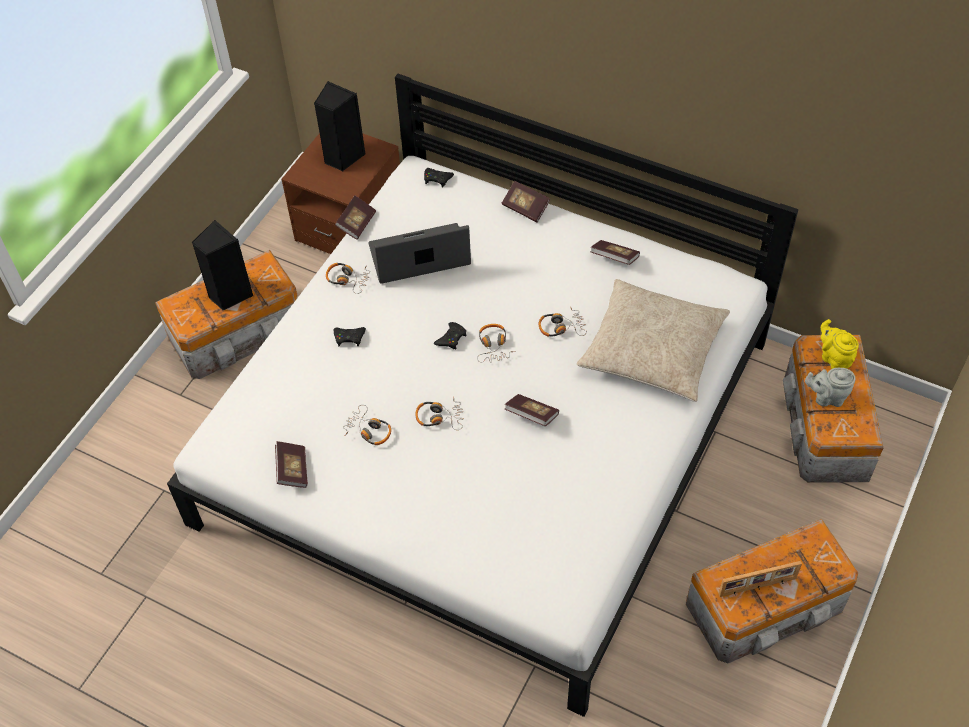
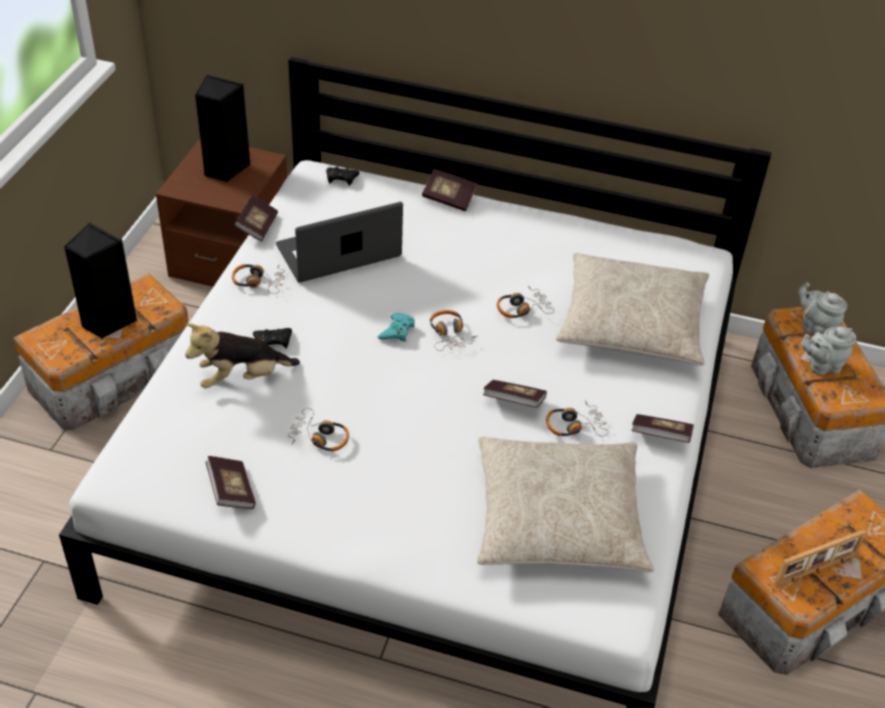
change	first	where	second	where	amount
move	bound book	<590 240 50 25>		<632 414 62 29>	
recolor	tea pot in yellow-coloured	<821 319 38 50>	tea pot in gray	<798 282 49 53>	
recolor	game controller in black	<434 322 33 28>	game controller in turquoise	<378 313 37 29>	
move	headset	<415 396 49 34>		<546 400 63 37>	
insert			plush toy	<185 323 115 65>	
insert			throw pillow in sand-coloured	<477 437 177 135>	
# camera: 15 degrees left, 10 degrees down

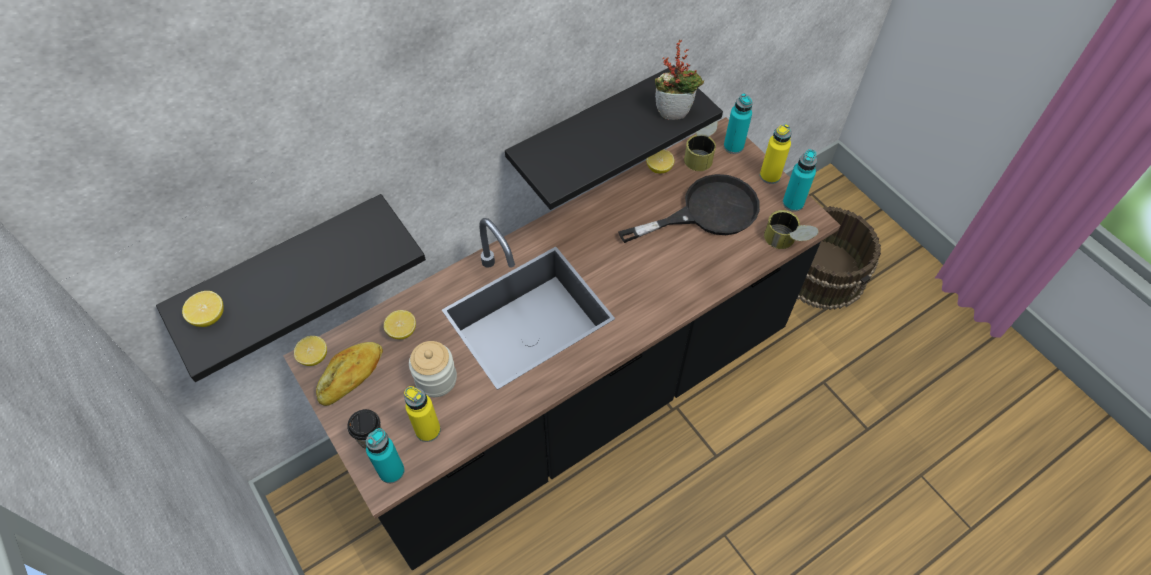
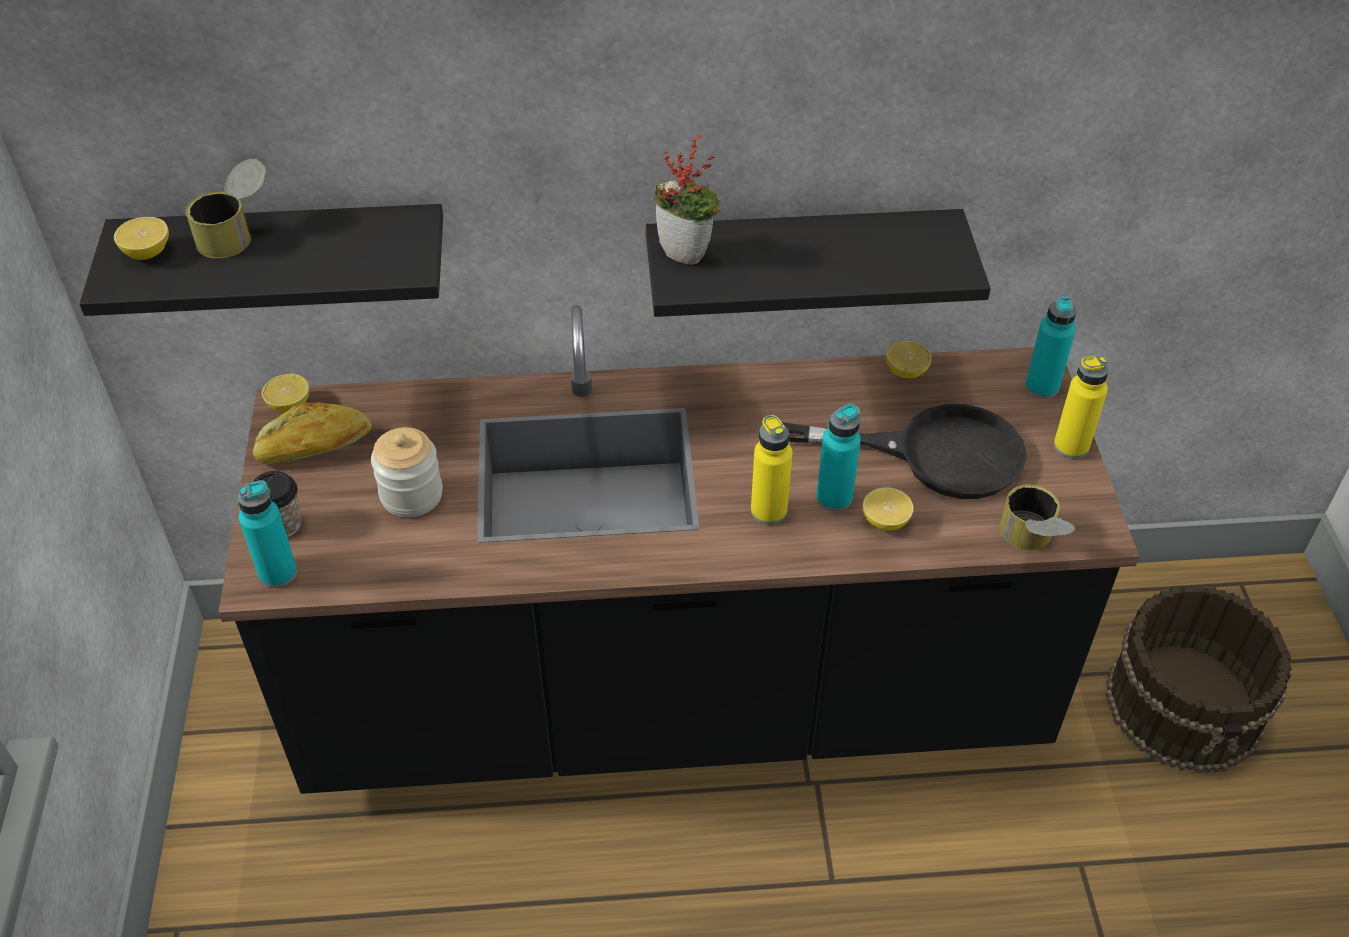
change	first	where	second	where	amount
move	houseplant	<655 40 49 80>		<653 134 68 130>	
move	metal can	<684 121 34 50>		<185 159 81 100>	
move	beverage bottle in turquoise	<783 149 34 63>		<816 404 45 107>	
move	lemon	<384 310 32 29>		<863 487 50 44>	
move	beverage bottle in yellow-coloured	<404 386 37 56>		<751 415 41 110>	
# camera: 30 degrees right, 10 degrees down

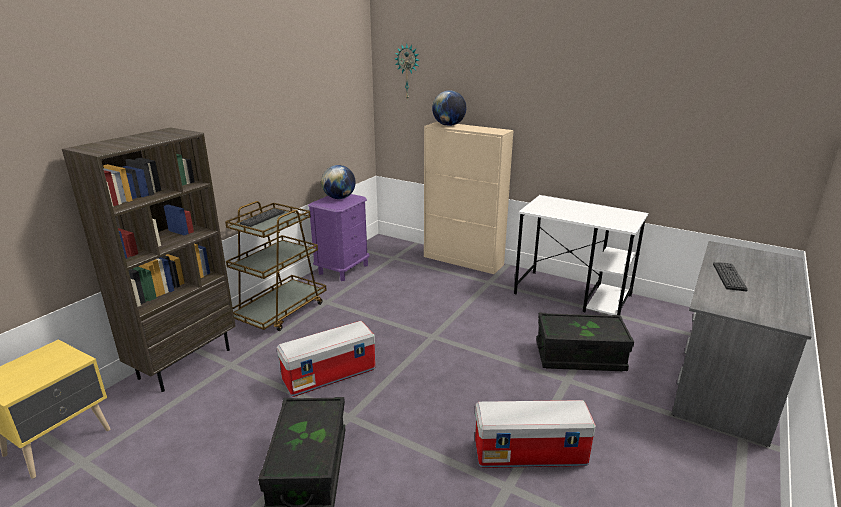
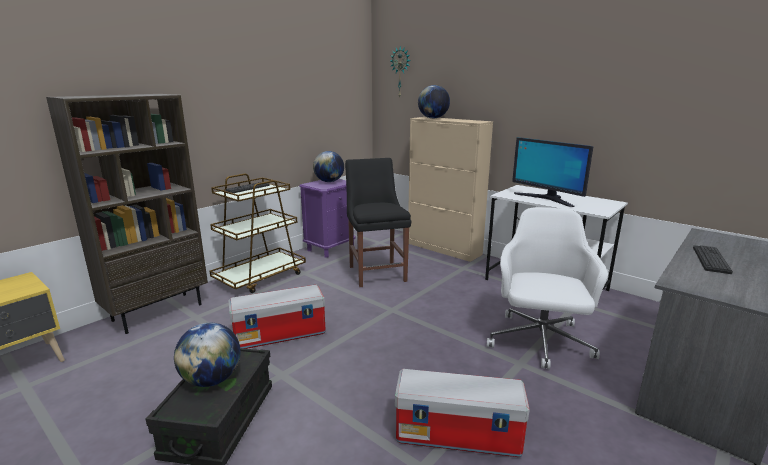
change	first	where	second	where	amount
replace	storage box in black	<536 313 98 58>	computer chair in white	<487 207 121 162>	
insert			computer screen	<512 137 81 70>	
insert			upright chair in black	<345 158 66 129>	
insert			desk globe	<174 323 67 64>	
# camera: 10 degrees right, 5 degrees down

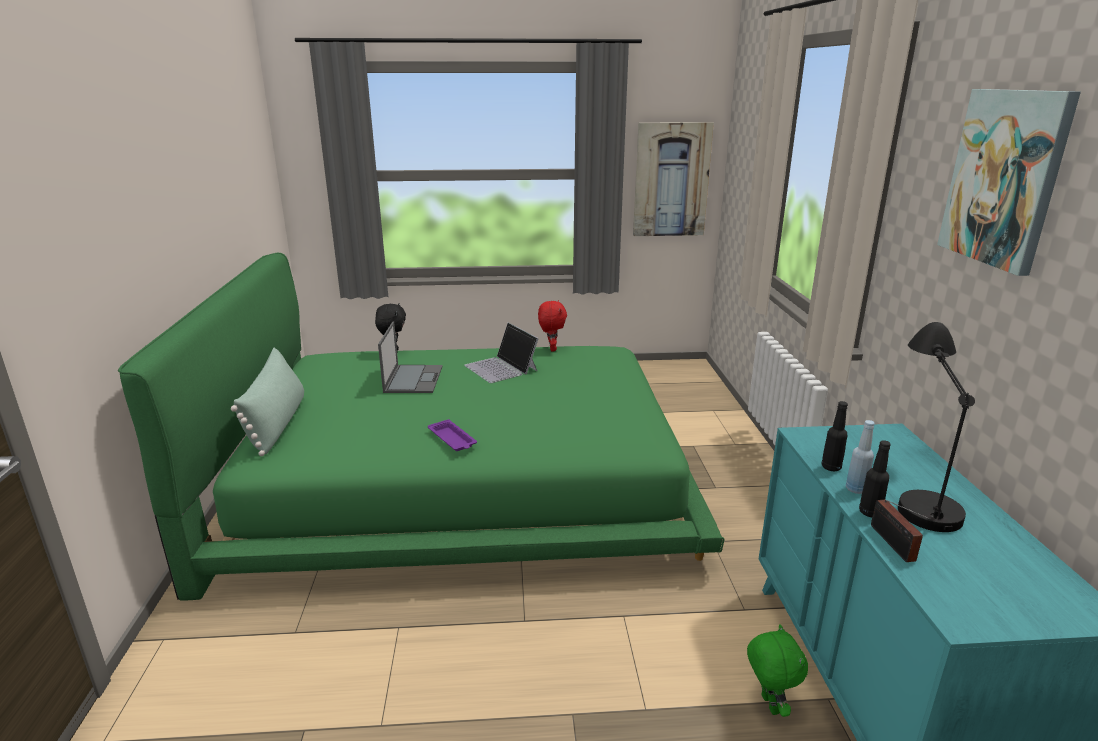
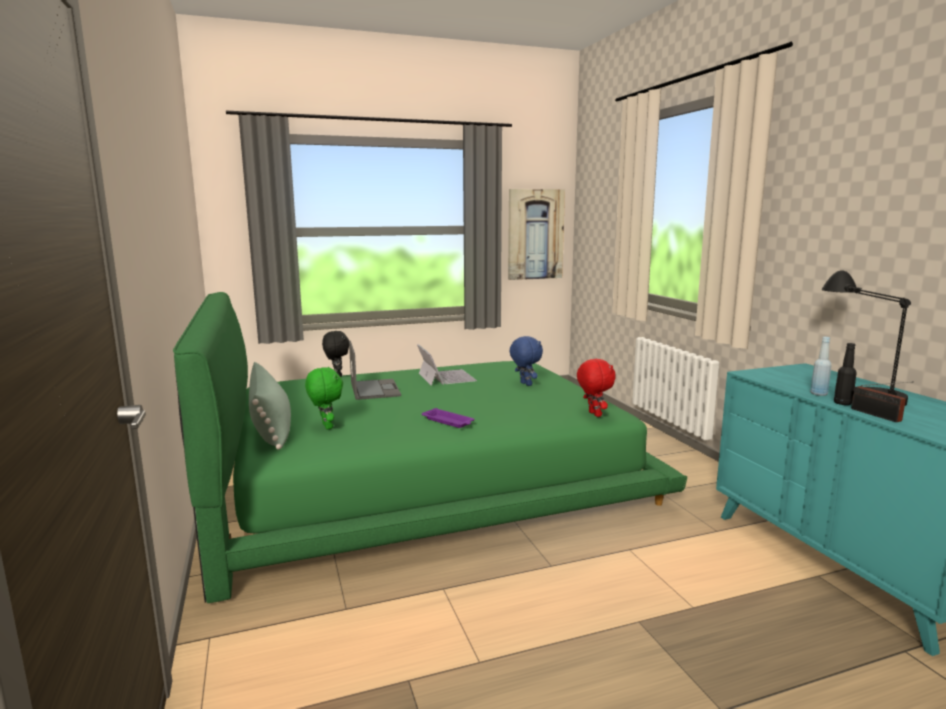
change	first	where	second	where	amount
delete	wall picture	<937 89 144 187>			
move	plush toy in reddish	<538 300 29 52>		<577 358 39 59>	
rotate	laptop	<464 323 75 60>		<417 344 60 42>	150 degrees counterclockwise
delete	beverage bottle in black	<821 401 27 71>			
move	plush toy in green-coloured	<747 624 61 93>		<305 367 38 63>	
insert			plush toy in blue	<510 336 33 50>	
# camera: 15 degrees left, 10 degrees down

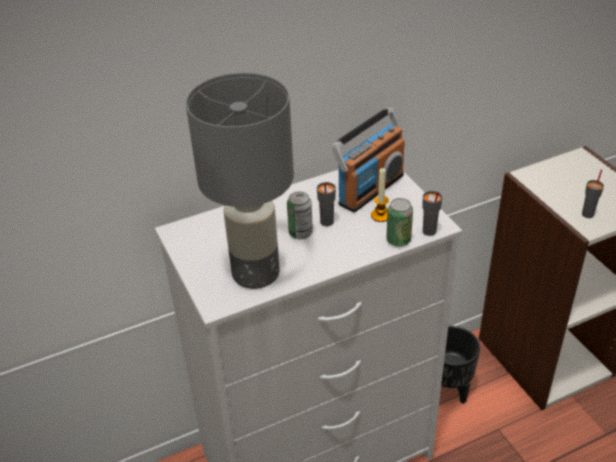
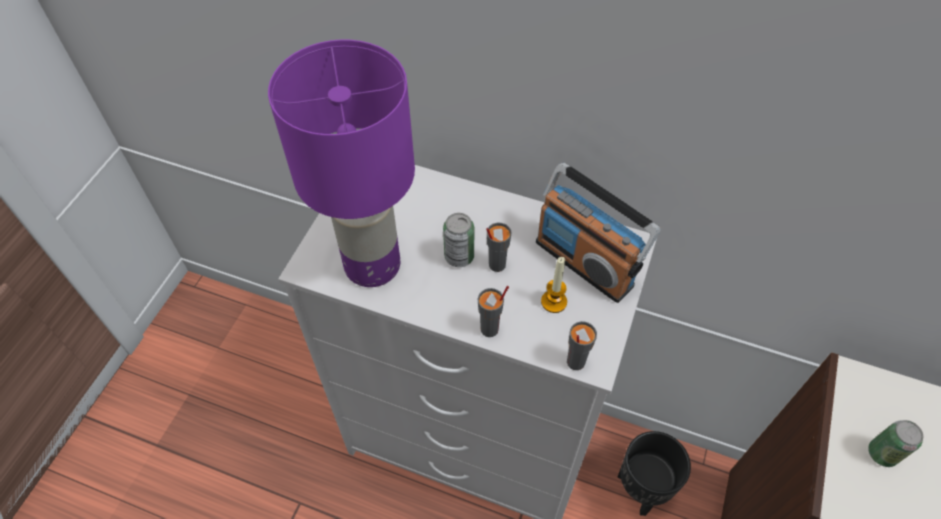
change	first	where	second	where	amount
recolor	tabletop lamp in gray	<186 73 108 216>	tabletop lamp in purple-coloured	<268 40 147 247>	
rotate	radio receiver	<331 107 74 106>		<536 163 125 140>	45 degrees clockwise
move	small cup in gray	<582 170 22 48>		<478 286 31 51>	
move	metal can	<386 198 27 49>		<868 420 55 47>	
# camera: 45 degrees right, 15 degrees up

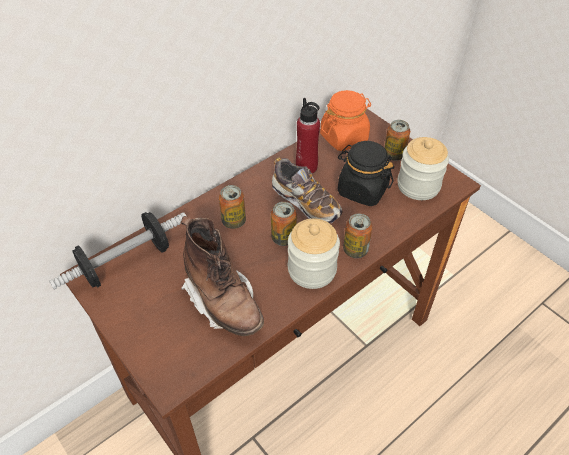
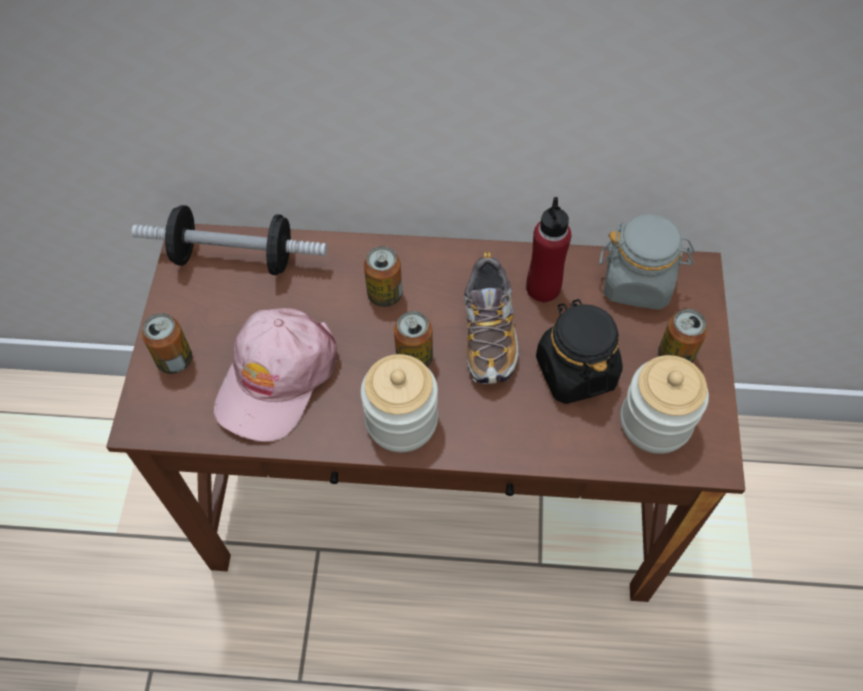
change	first	where	second	where	amount
recolor	storage jar in orangey	<320 90 51 61>	storage jar in gray	<599 214 96 96>	
move	metal can	<343 213 29 45>		<142 313 50 61>	
replace	high-top boot in brown-coloured	<180 216 84 120>	baseball cap in pinkish	<214 308 123 134>	
# camera: 45 degrees right, 10 degrees up

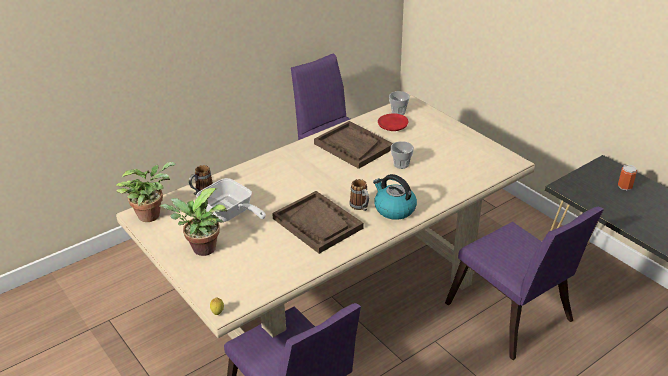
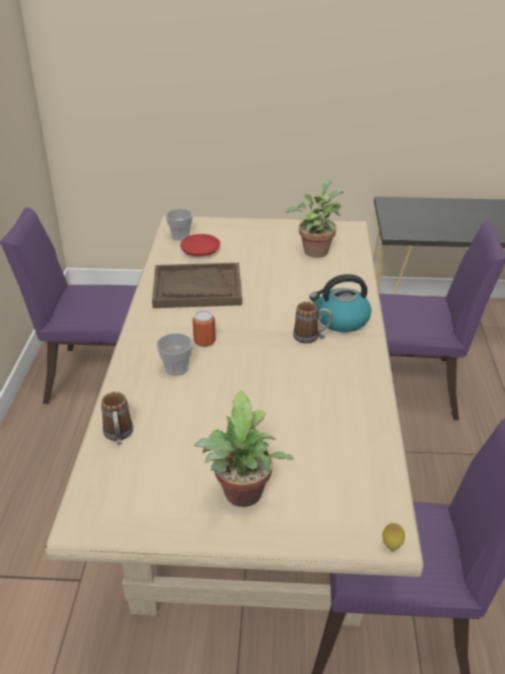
change	first	where	second	where	amount
move	small cup	<391 141 23 28>		<156 333 37 43>	
move	houseplant	<116 162 60 60>		<285 180 59 78>	
move	metal can	<618 165 19 25>		<192 310 24 38>	
delete	pan	<196 178 70 44>			
delete	carrying tray in brown-coloured	<272 191 92 63>			
# camera: 50 degrees left, 0 degrees up

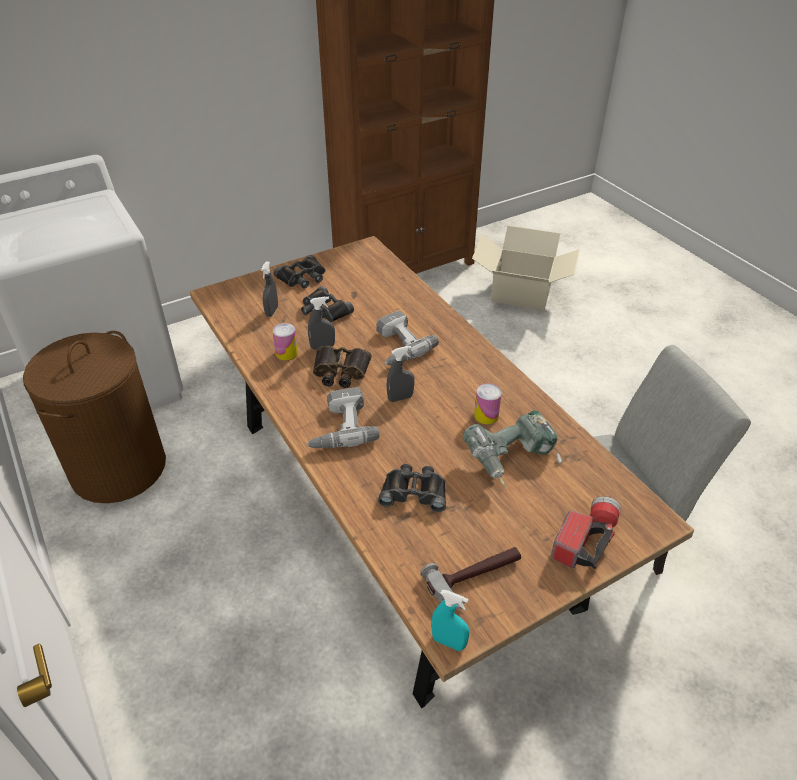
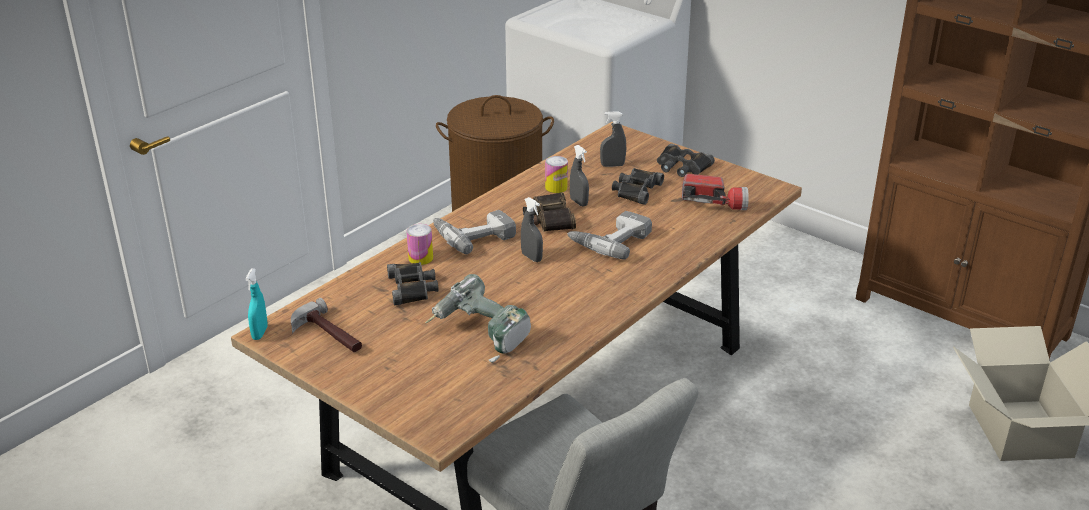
change	first	where	second	where	amount
move	metal can	<474 384 28 40>		<407 224 26 41>	
move	flashlight	<551 497 70 72>		<682 174 67 36>	
# camera: 70 degrees right, 10 degrees down

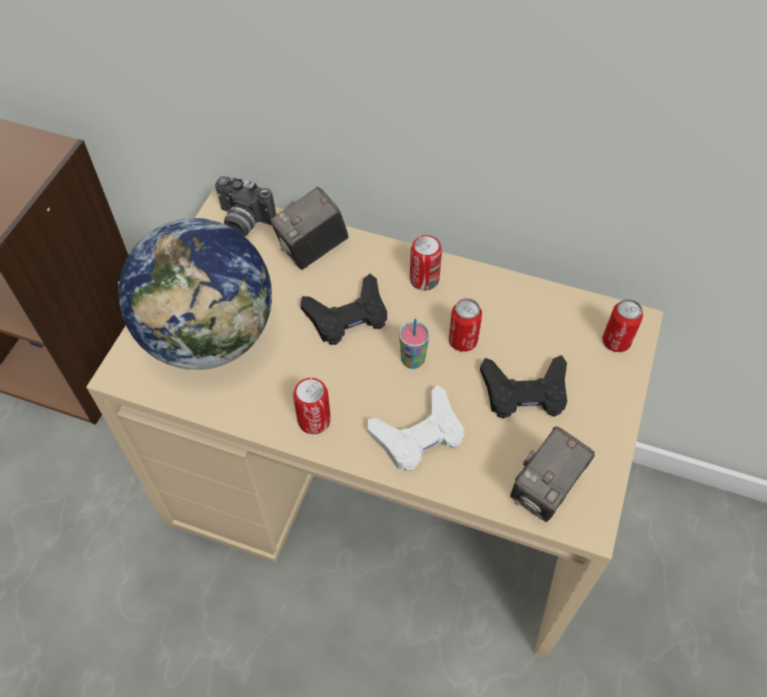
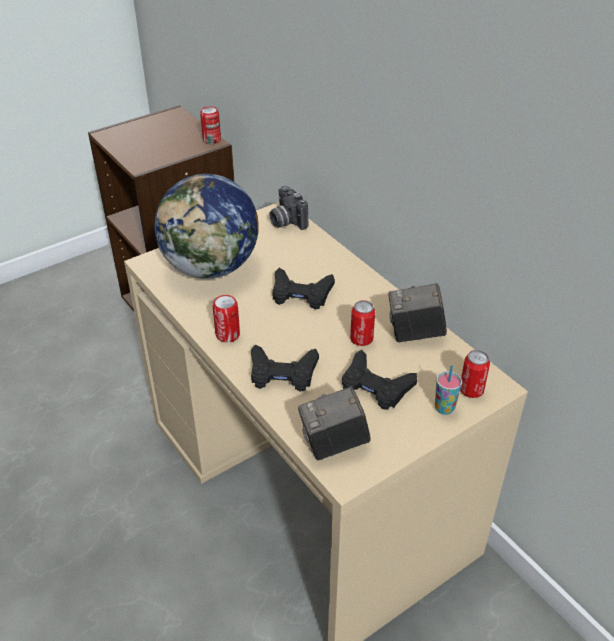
change	first	where	second	where	amount
move	photo camera	<270 187 79 83>		<389 283 58 60>	
move	metal can	<410 235 32 56>		<200 106 21 38>	
move	small cup	<399 318 31 51>		<435 365 27 50>	
recolor	game controller in white	<367 385 97 86>	game controller in black	<251 344 68 48>	
# camera: 35 degrees right, 15 degrees down

